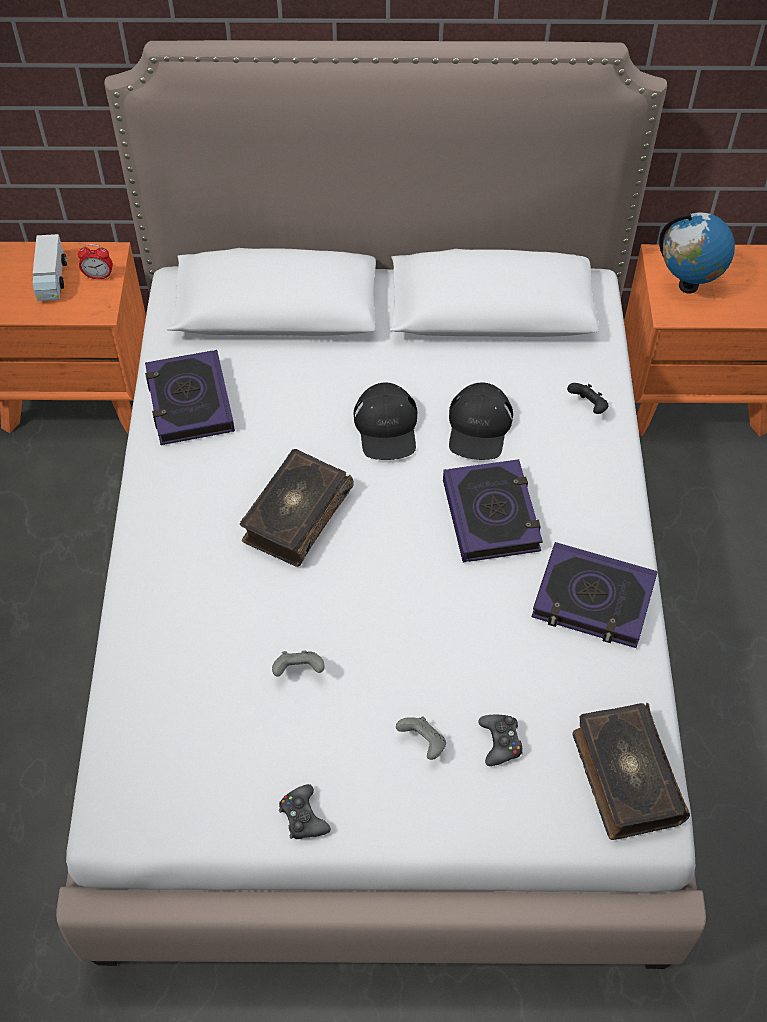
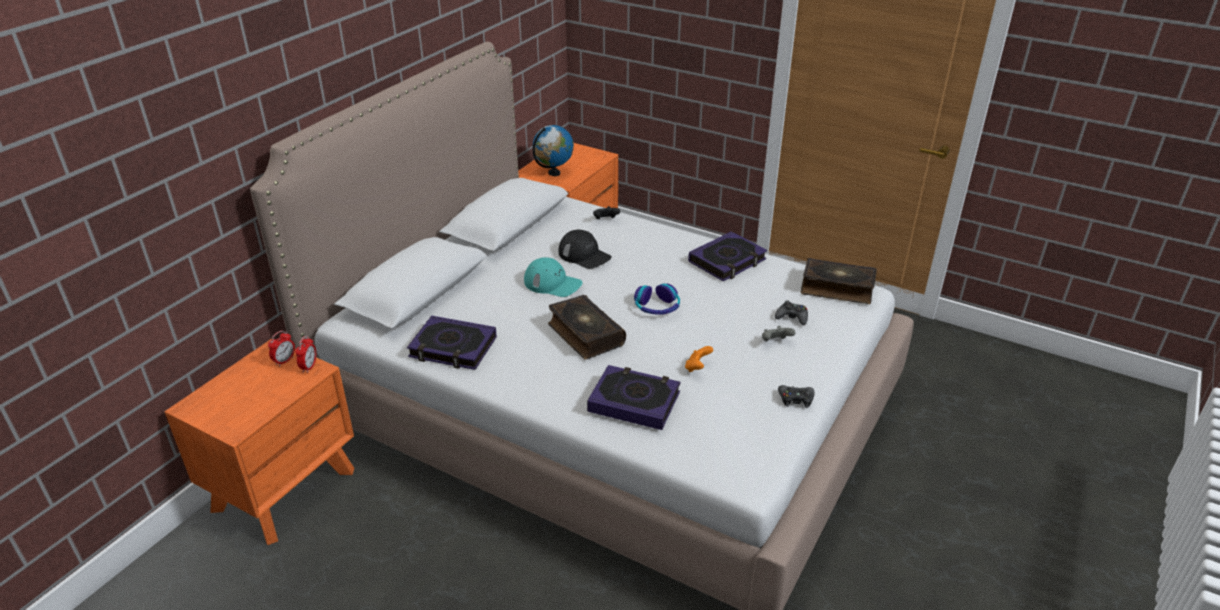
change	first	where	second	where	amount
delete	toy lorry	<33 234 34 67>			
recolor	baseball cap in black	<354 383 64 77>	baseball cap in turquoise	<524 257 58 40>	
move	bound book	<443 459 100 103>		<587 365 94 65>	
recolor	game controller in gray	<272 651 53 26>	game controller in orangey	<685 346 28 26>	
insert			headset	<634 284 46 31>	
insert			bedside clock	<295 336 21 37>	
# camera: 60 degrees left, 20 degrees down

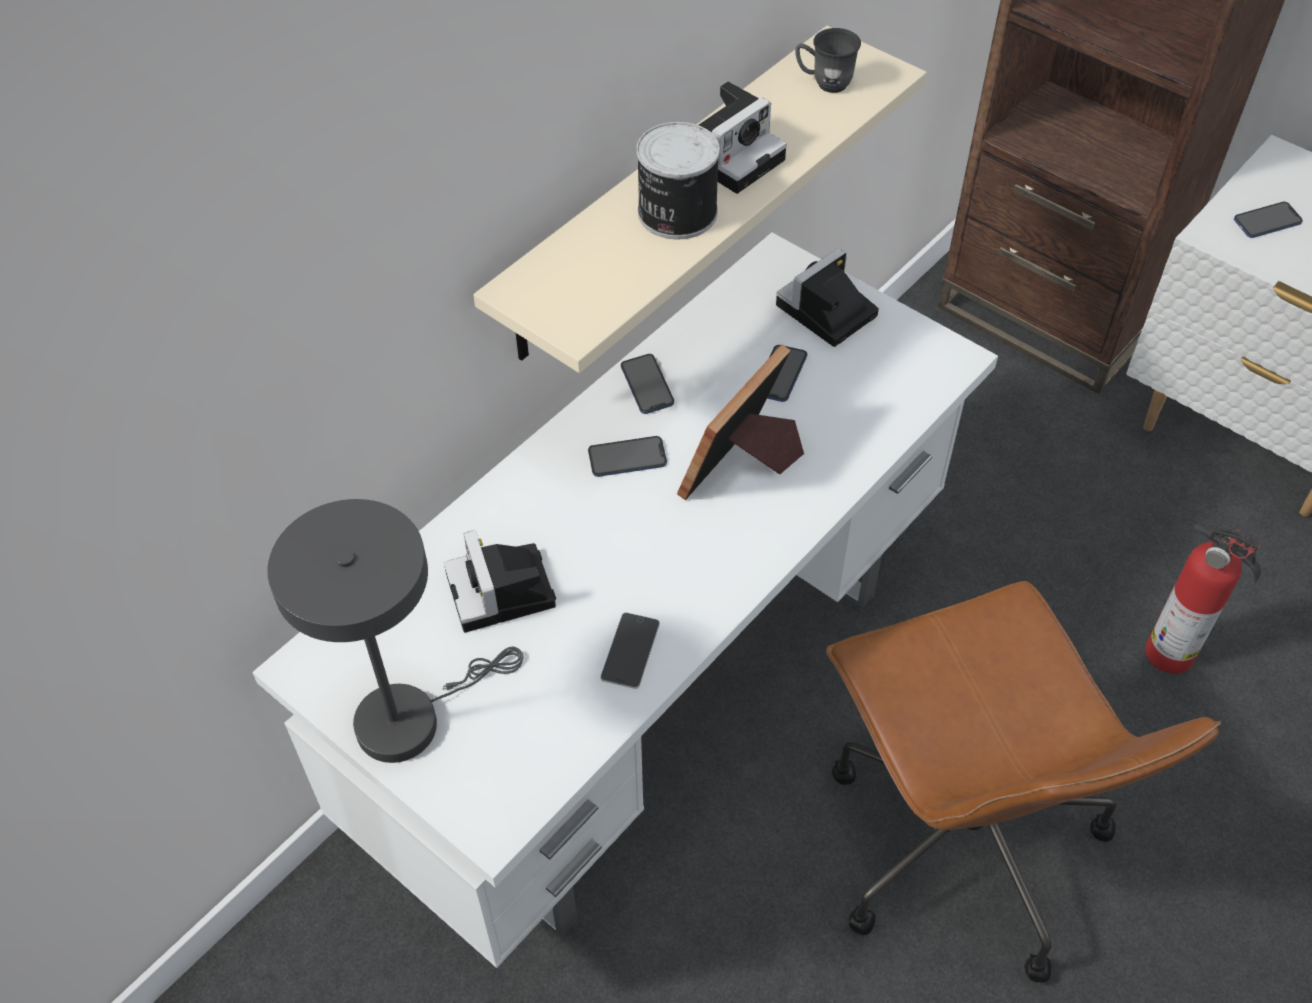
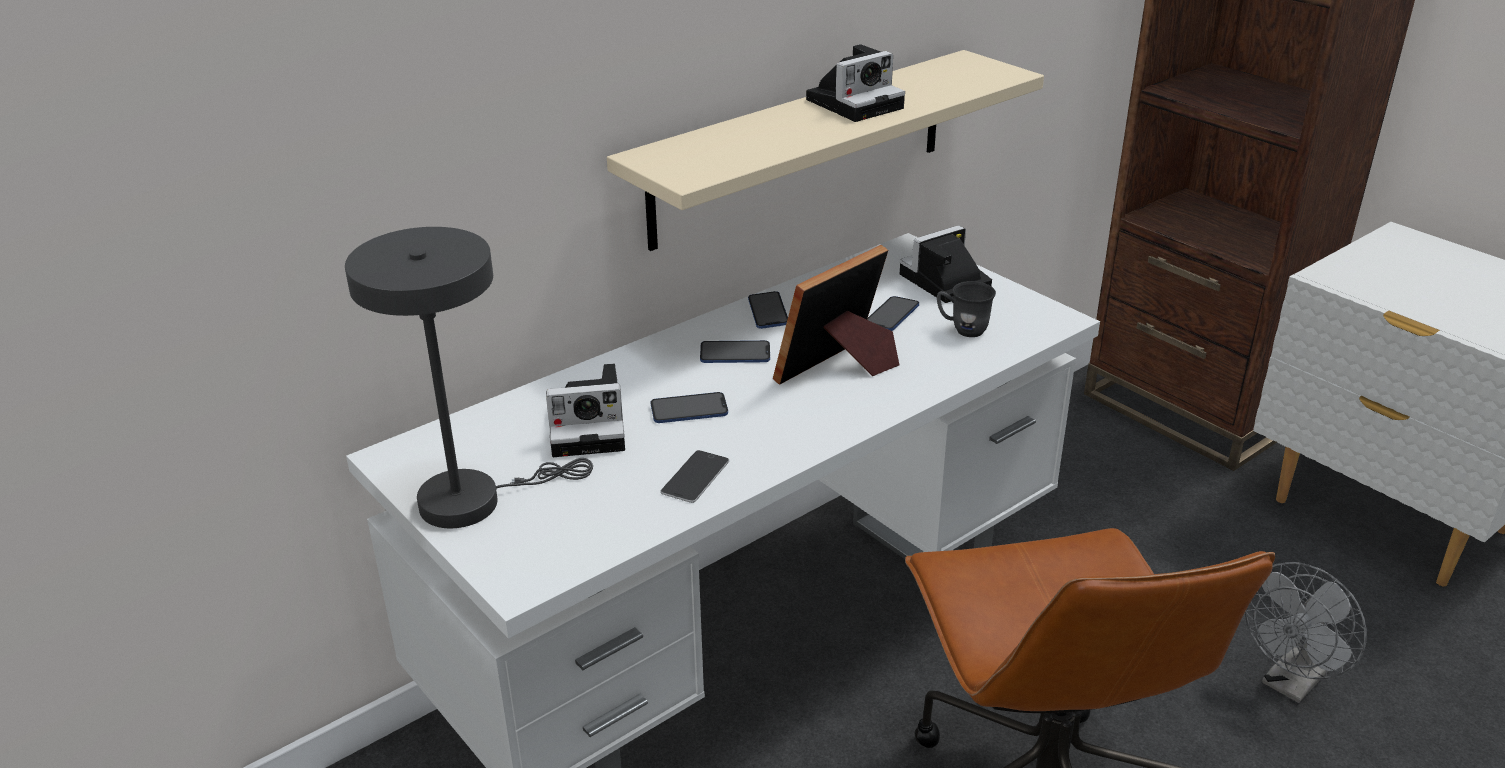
change	first	where	second	where	amount
move	mug in gray	<795 28 66 65>		<937 281 59 56>	
delete	metal can	<636 122 84 117>			
move	handset	<1234 202 69 36>		<651 392 77 31>	
replace	fire-fighting cylinder	<1145 523 117 151>	cooling fan in gray	<1245 562 122 141>	
rotate	photo camera	<444 530 112 103>		<546 364 79 93>	90 degrees counterclockwise
# camera: 10 degrees right, 20 degrees down

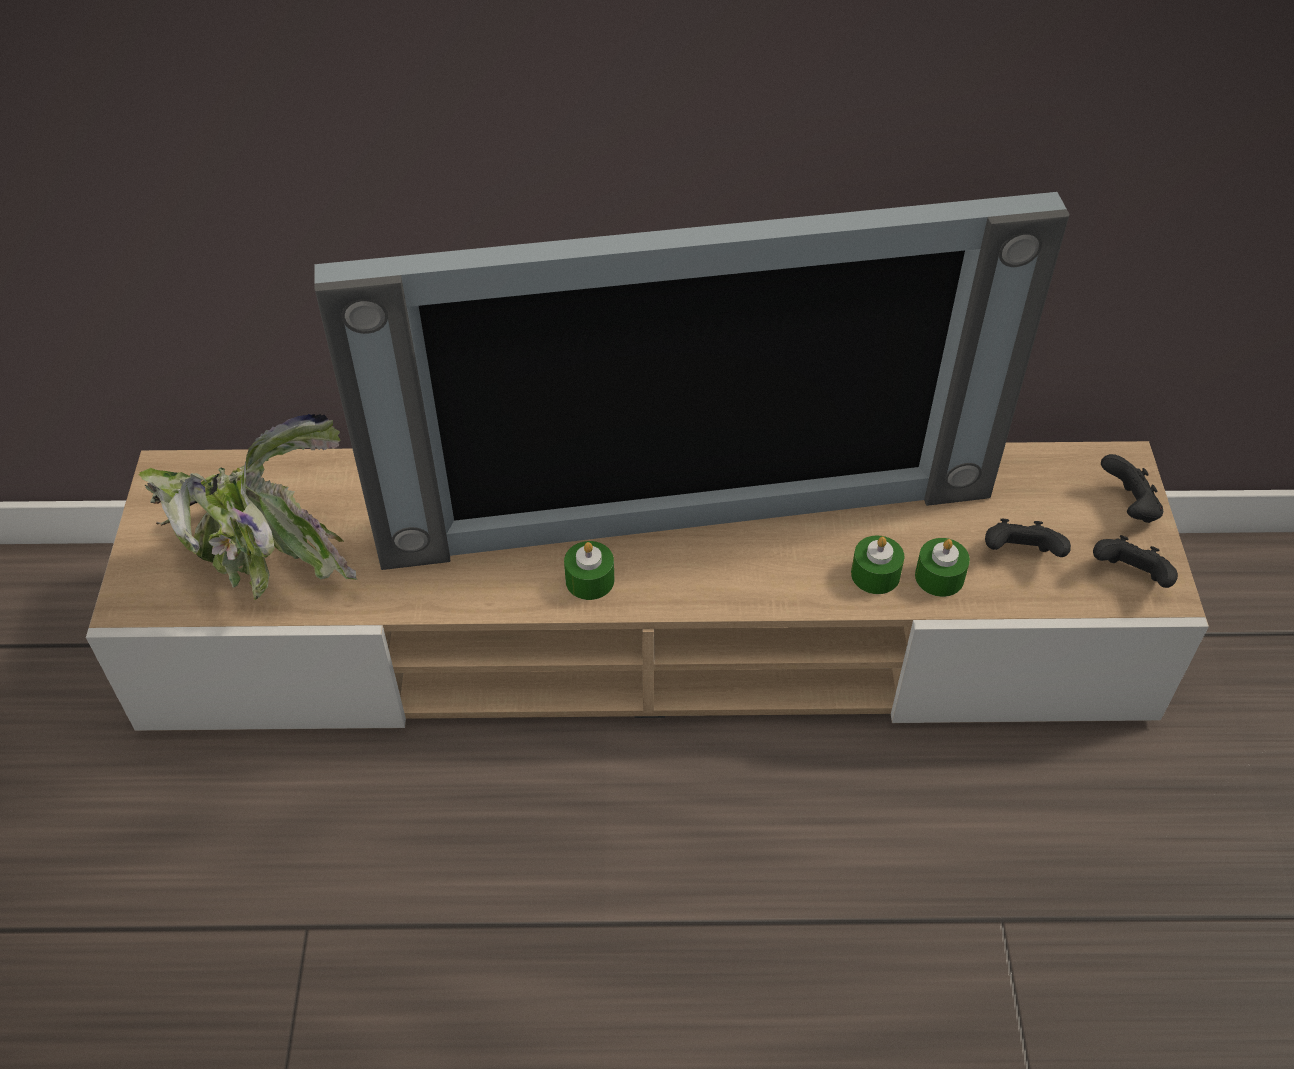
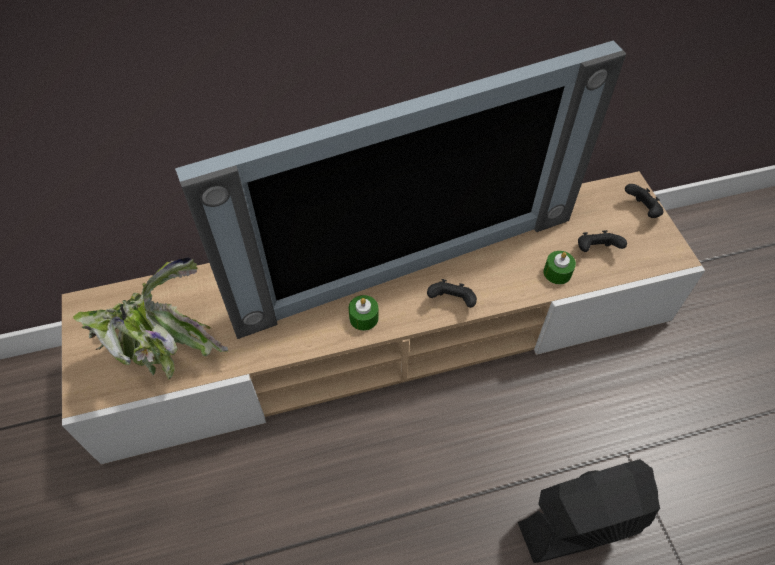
change	first	where	second	where	amount
move	game controller in black	<1093 535 85 53>		<427 279 50 29>	
delete	wax light in green-coloured	<851 536 53 58>			
insert			cooling fan in black	<518 459 142 104>	
# camera: 15 degrees left, 5 degrees up

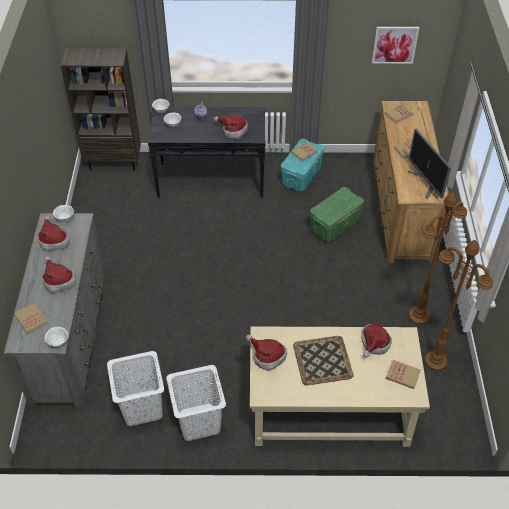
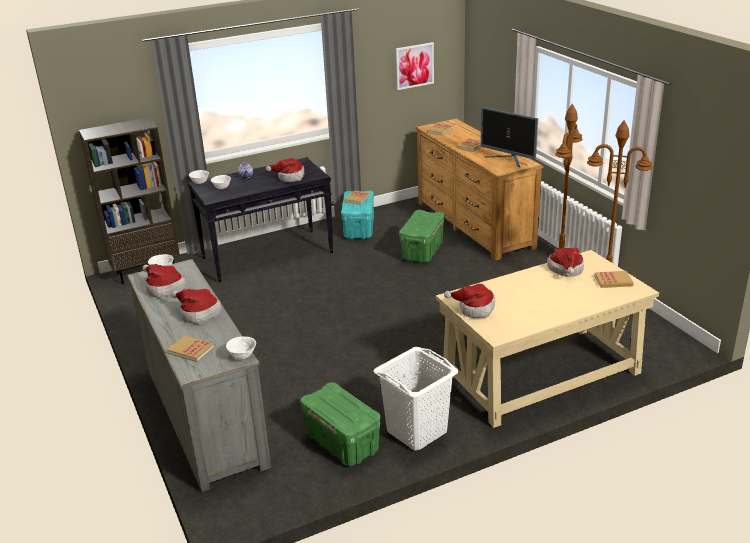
change	first	where	second	where	amount
delete	carrying tray	<293 336 61 49>			
replace	hamper in white	<107 351 57 75>	storage box in green-coloured	<300 382 81 84>	
# camera: 25 degrees left, 20 degrees down

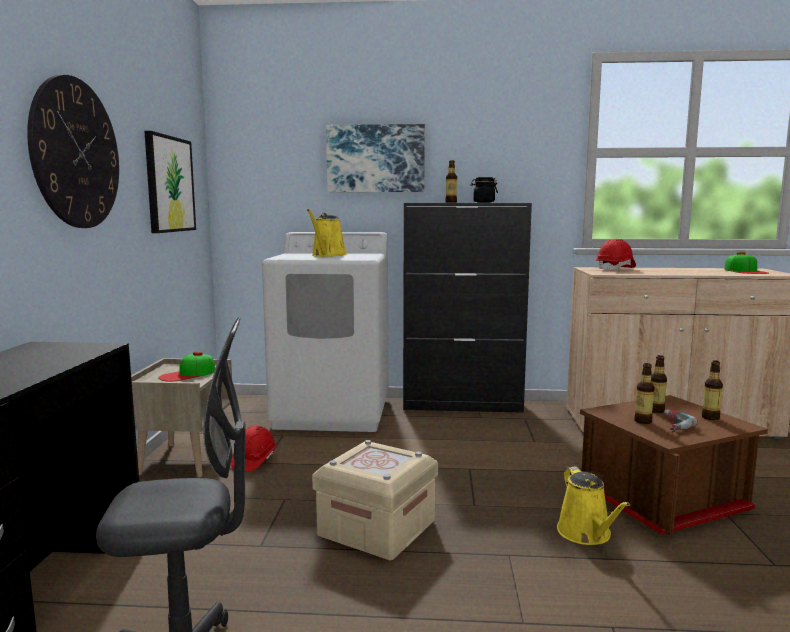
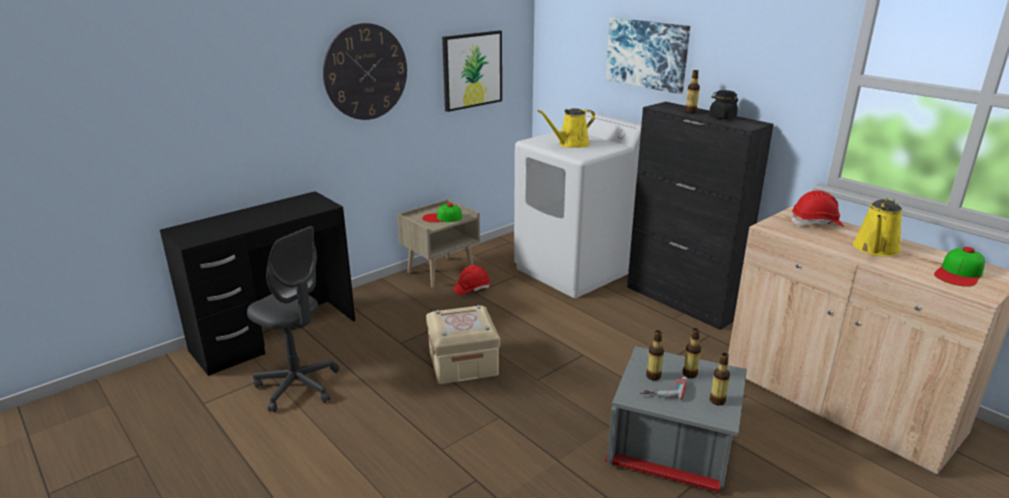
change	first	where	second	where	amount
recolor	storage box in brown-coloured	<580 395 188 140>	storage box in gray	<605 346 142 146>	
move	sprinkling can in yellow-coloured	<557 466 73 79>		<853 198 49 59>	
# camera: 45 degrees right, 15 degrees up

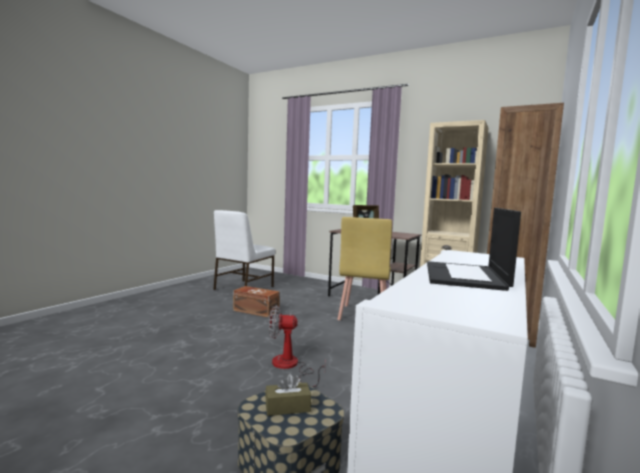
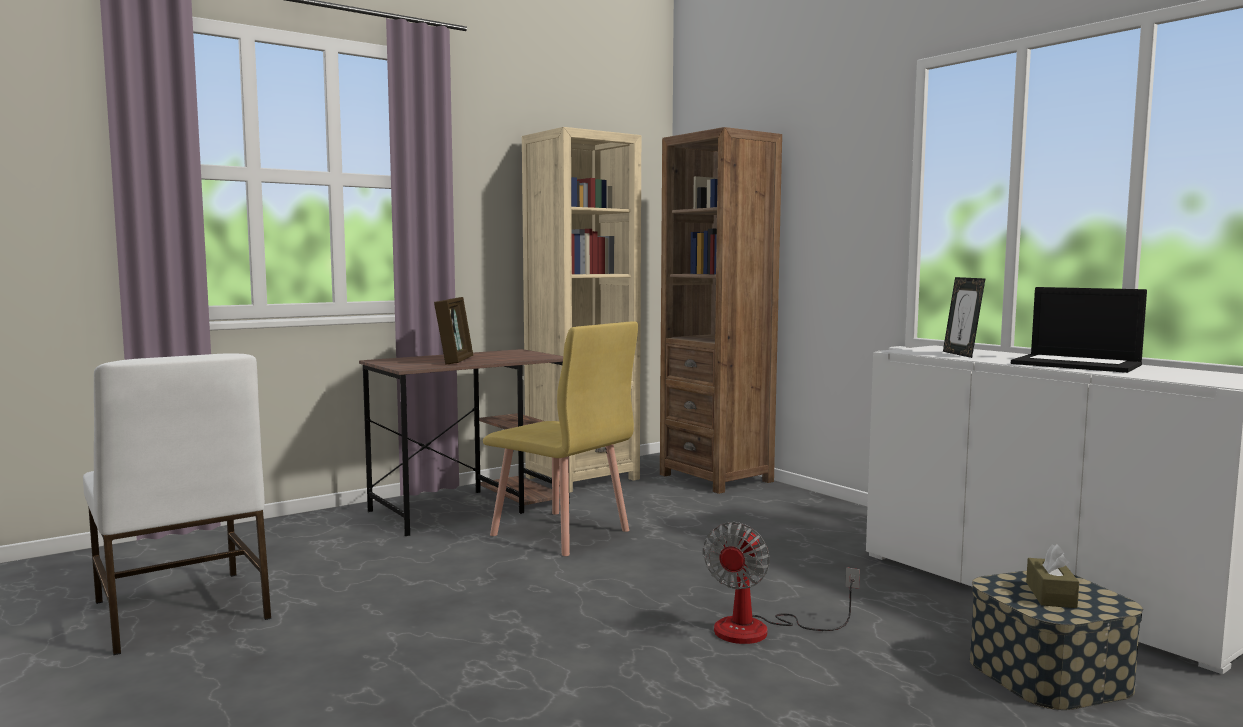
change	first	where	second	where	amount
delete	storage box in brown-coloured	<233 286 47 31>			
insert			photo frame	<943 277 42 81>	
# camera: 65 degrees left, 0 degrees up

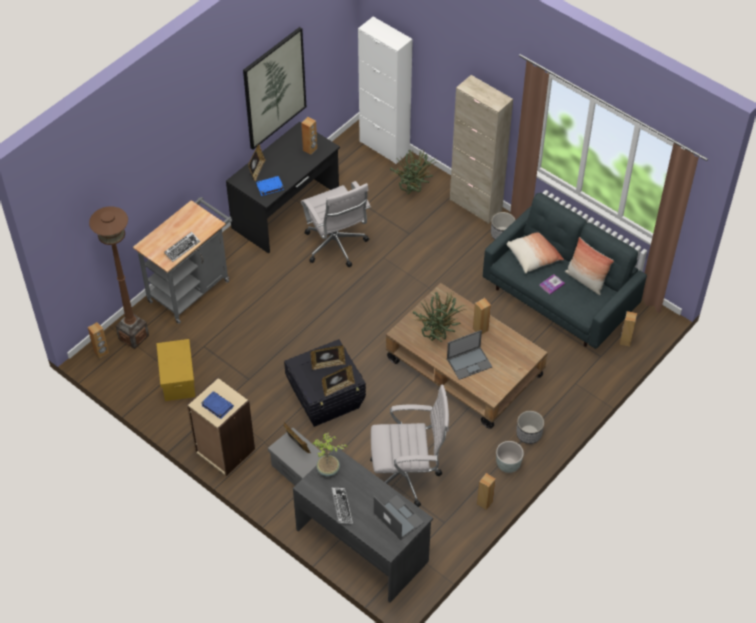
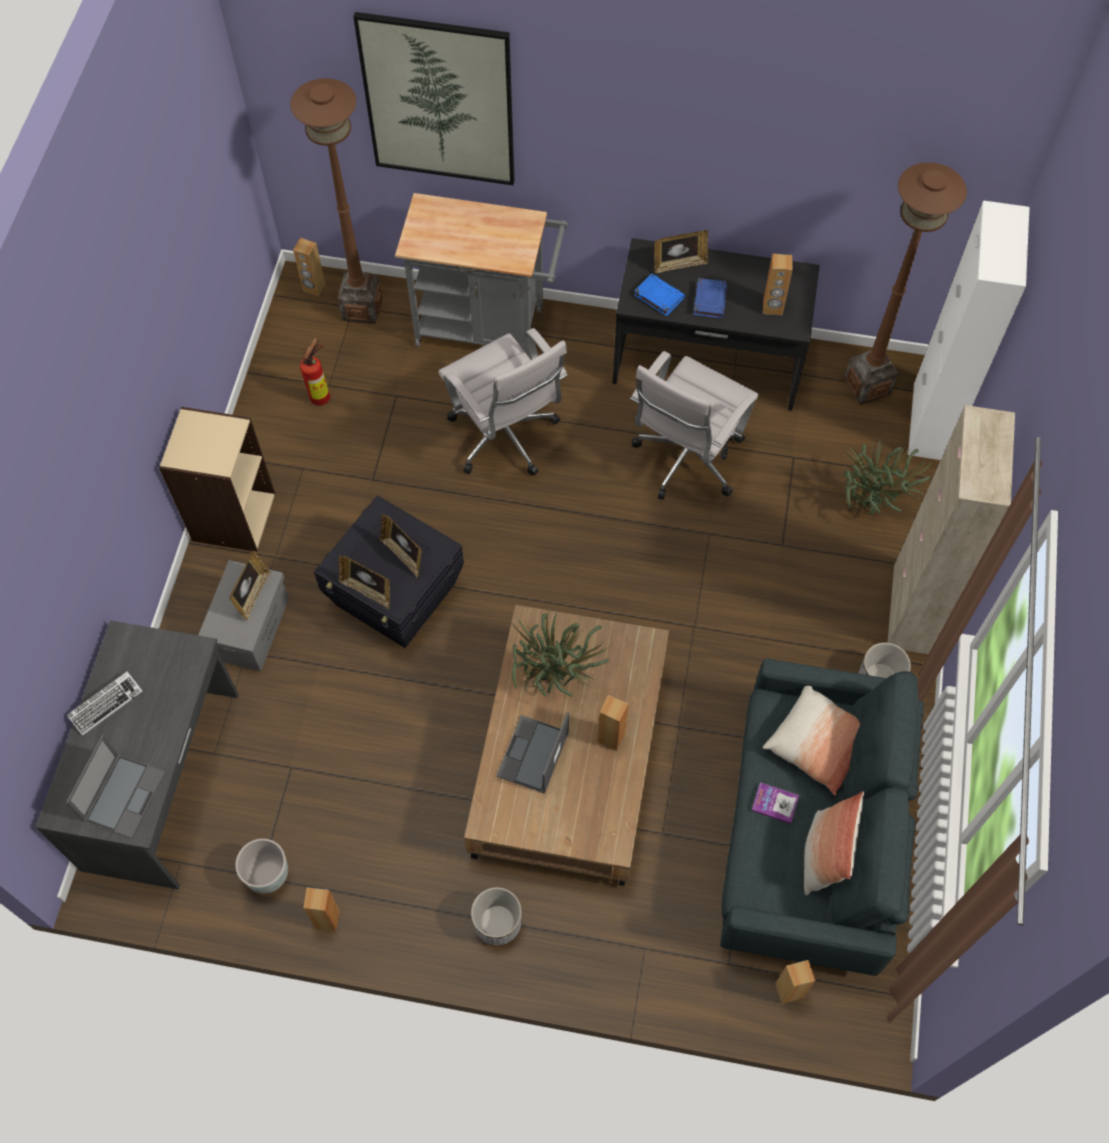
change	first	where	second	where	amount
move	wall picture	<243 27 63 123>		<353 12 162 173>	
delete	computer keyboard	<164 232 36 30>			
rotate	laptop	<447 330 45 50>		<496 712 73 82>	75 degrees clockwise
replace	storage box in yellow-coloured	<156 339 39 62>	fire-fighting cylinder	<300 337 30 69>	
move	computer chair in white	<370 385 79 122>		<438 328 130 148>	
move	bound book in blue	<201 391 33 28>		<693 278 34 40>	
delete	houseplant	<313 432 35 45>			
move	planter in gray	<496 441 28 32>		<235 839 53 54>	
insert			floor lamp in brown-coloured	<844 162 123 243>	
# camera: 60 degrees right, 10 degrees up

